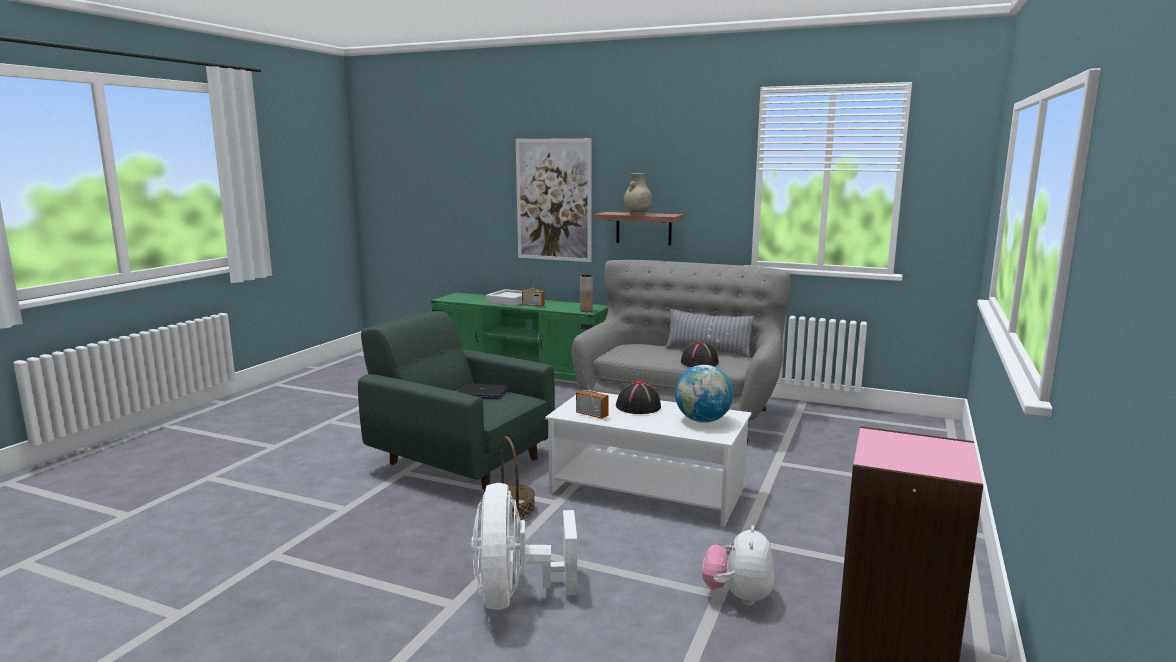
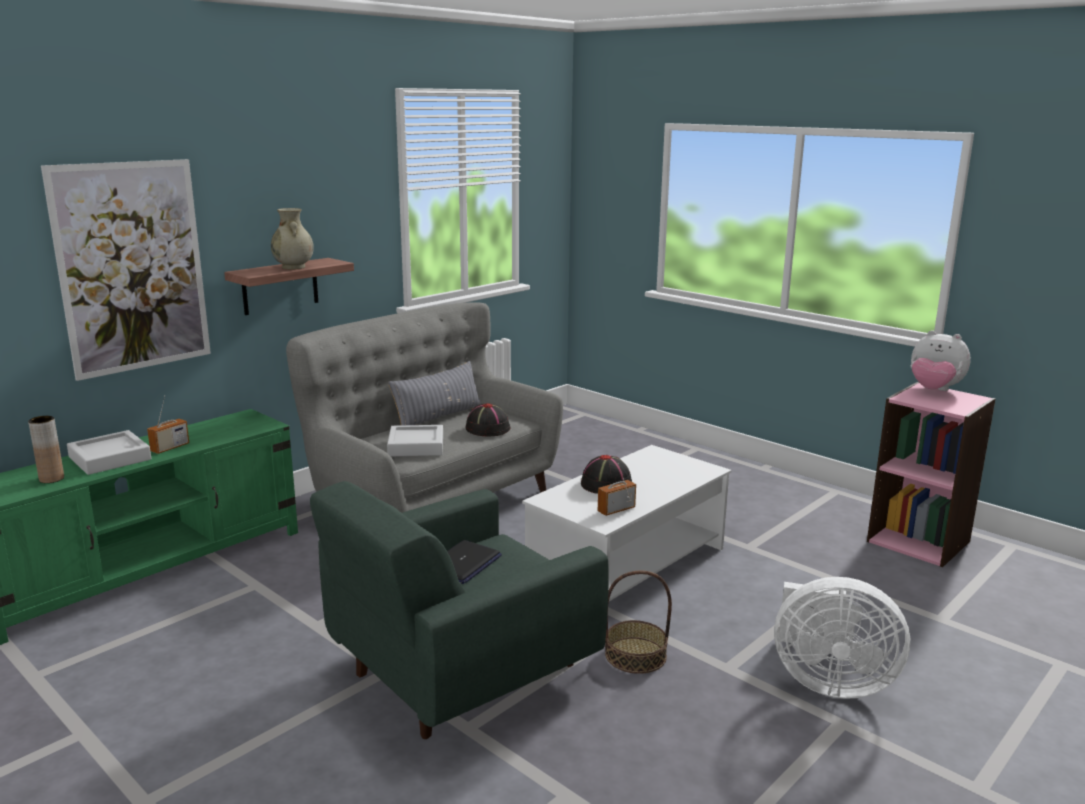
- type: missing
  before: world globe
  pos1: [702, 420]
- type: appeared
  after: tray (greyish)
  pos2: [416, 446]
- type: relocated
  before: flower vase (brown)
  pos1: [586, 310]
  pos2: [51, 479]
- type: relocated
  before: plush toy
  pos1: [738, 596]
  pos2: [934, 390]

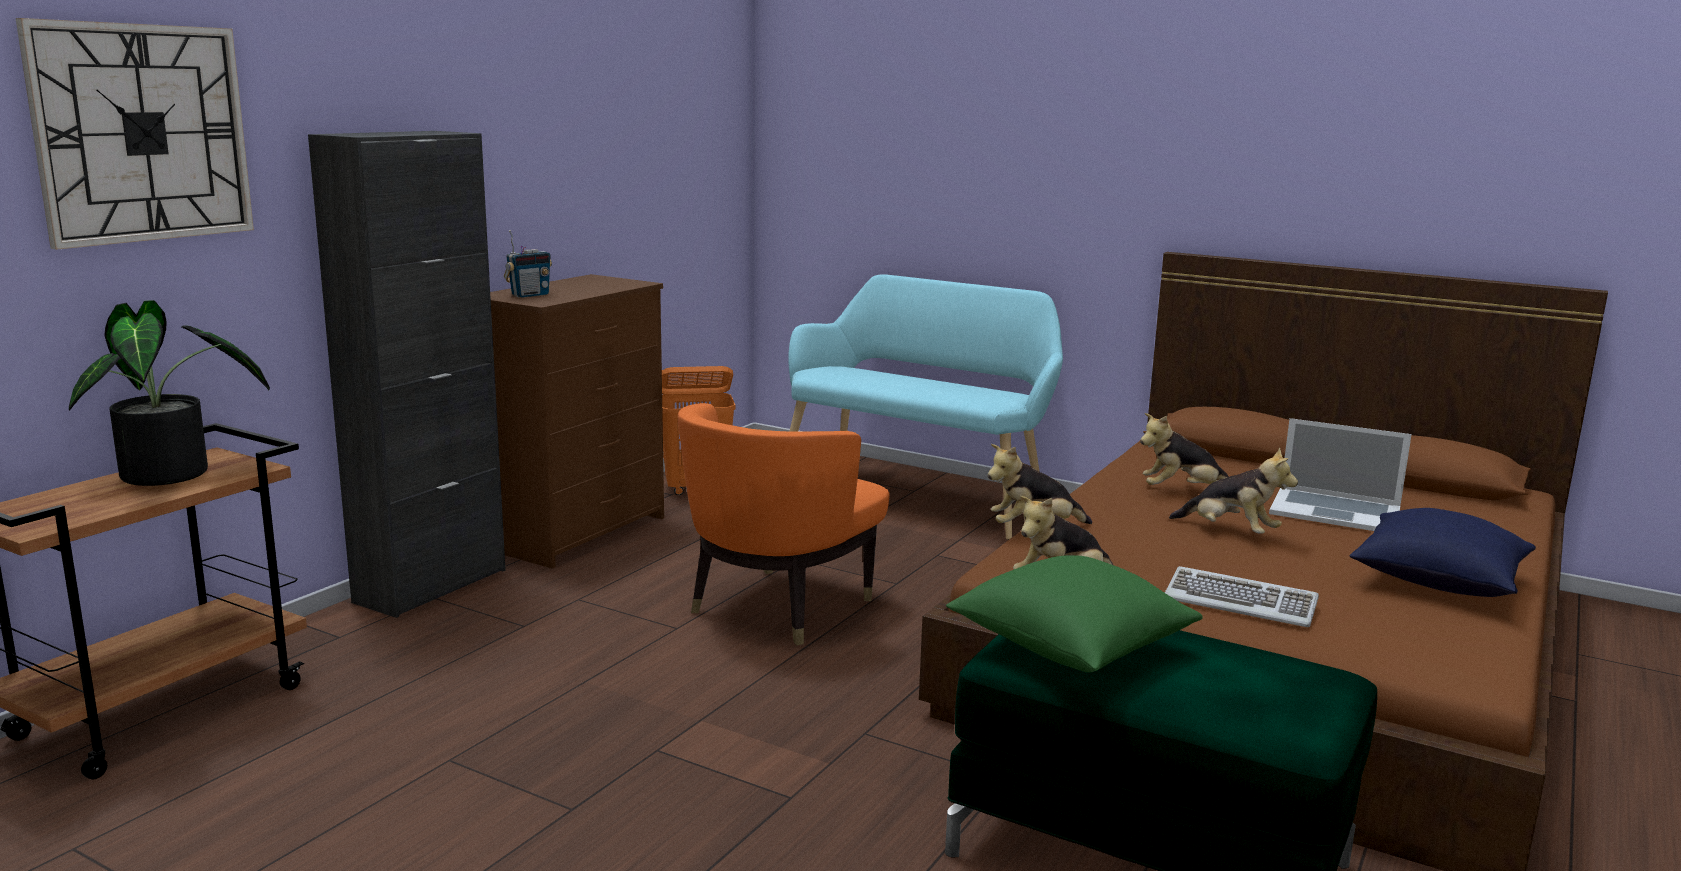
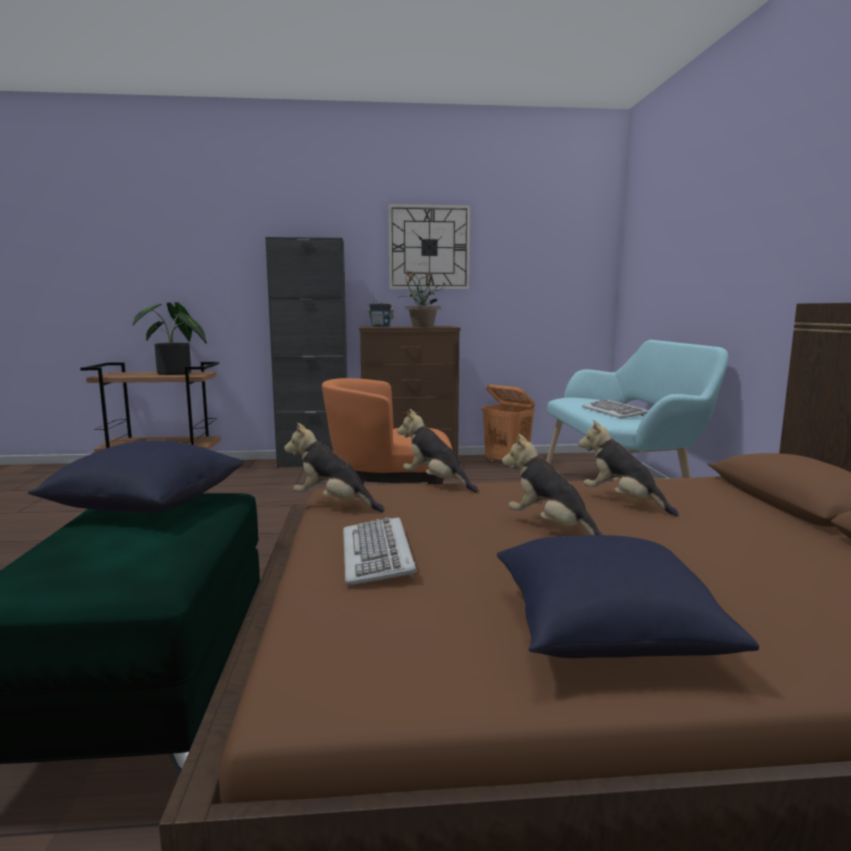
- type: missing
  before: laptop
  pos1: [1335, 511]
- type: appeared
  after: houseplant
  pos2: [422, 326]
- type: appeared
  after: keyboard
  pos2: [615, 412]
- type: relocated
  before: wall clock
  pos1: [142, 133]
  pos2: [429, 247]
- type: colour
  before: pillow (greenish)
  after: pillow (bluish)
  pos1: [1070, 647]
  pos2: [147, 505]
- type: spun
  before: plush toy
  pos1: [1230, 532]
  pos2: [551, 528]
  turn: 135

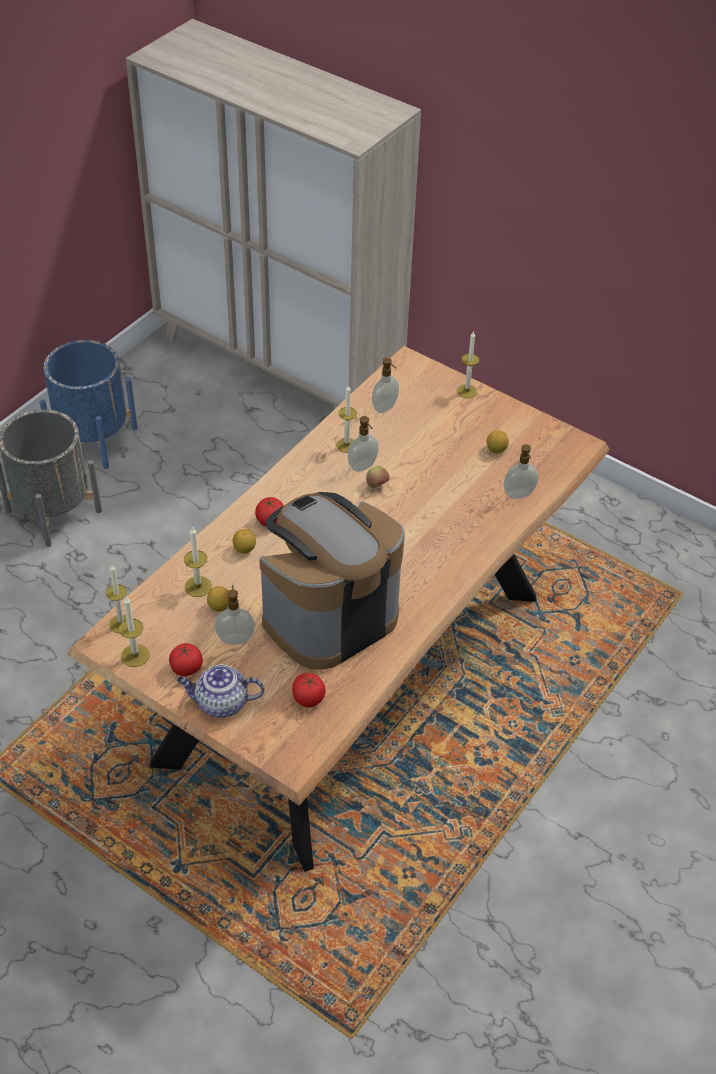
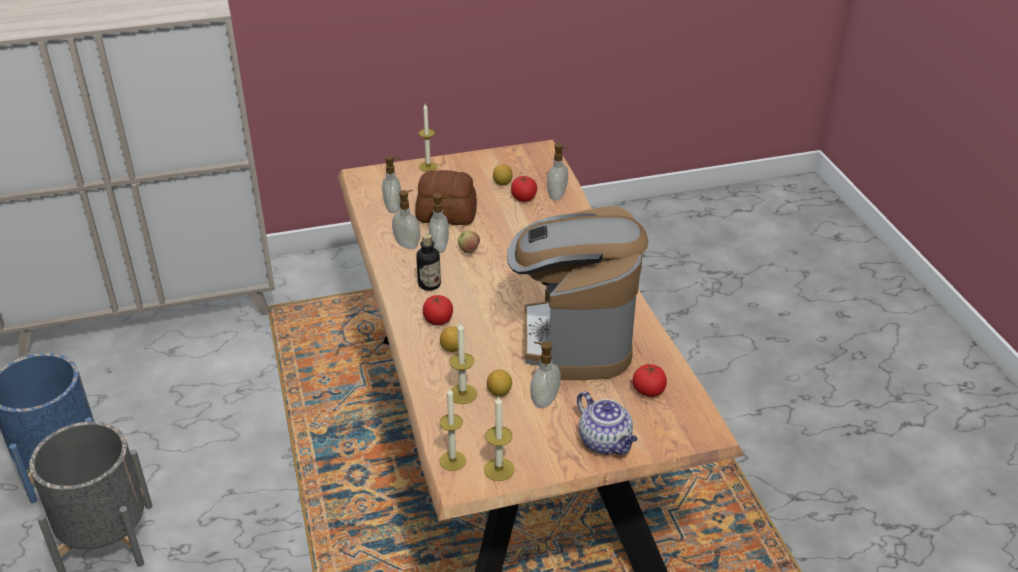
- type: appeared
  after: baked bread
  pos2: [446, 214]
- type: appeared
  after: drink bottle
  pos2: [429, 284]
- type: relocated
  before: tomato
  pos1: [186, 668]
  pos2: [523, 198]
- type: exchanged
  before: wax candle
  after: liquid soap bottle
  pos1: [346, 445]
  pos2: [407, 244]
- type: spun
  before: teapot
  pos1: [221, 703]
  pos2: [606, 442]
  turn: -75

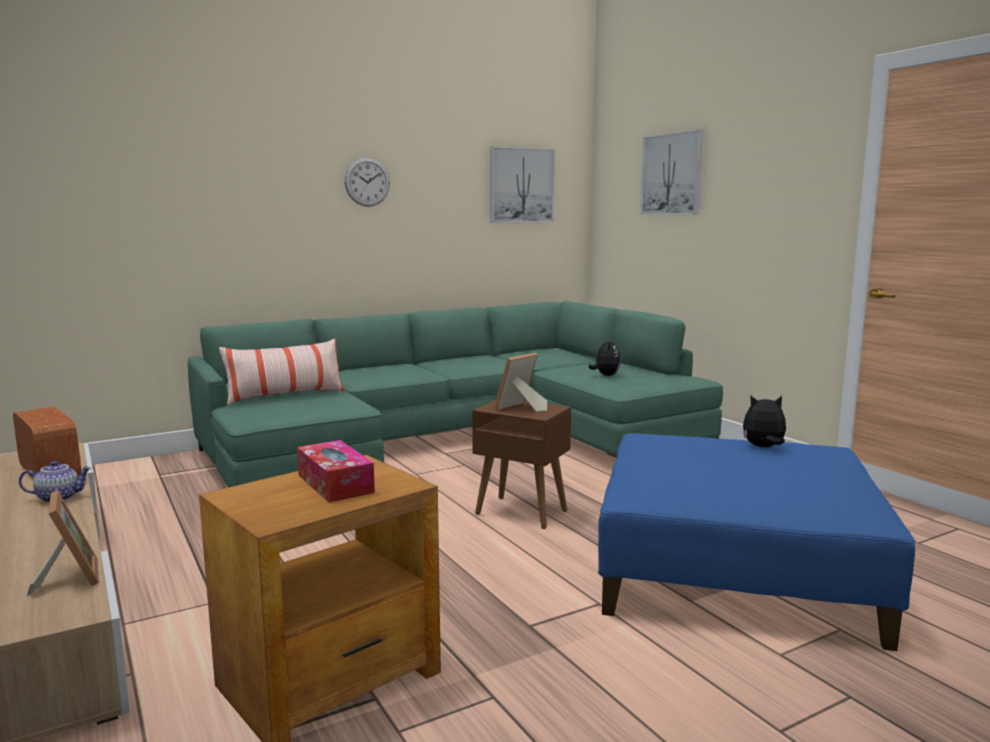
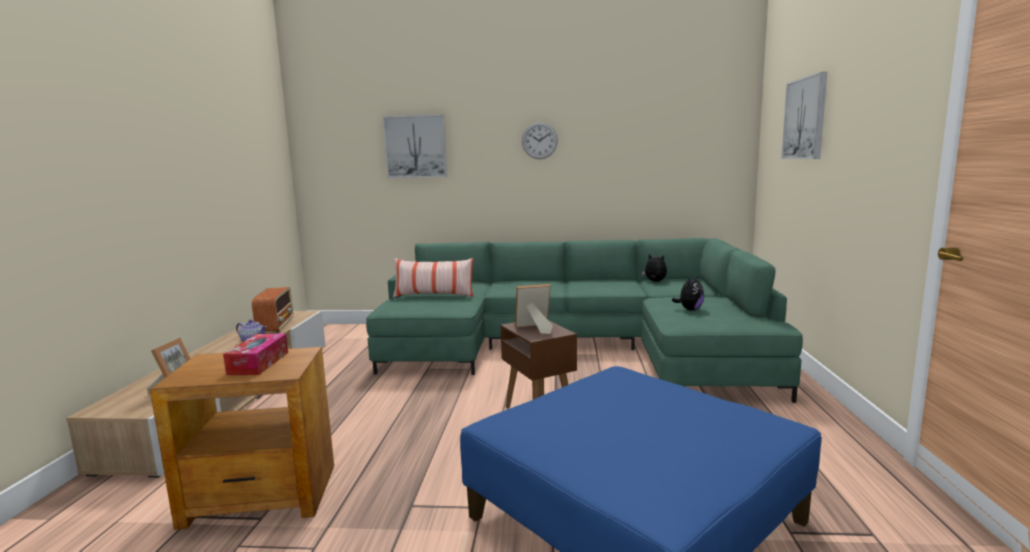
- type: relocated
  before: picture
  pos1: [521, 185]
  pos2: [415, 146]
- type: relocated
  before: plush toy
  pos1: [763, 447]
  pos2: [654, 281]

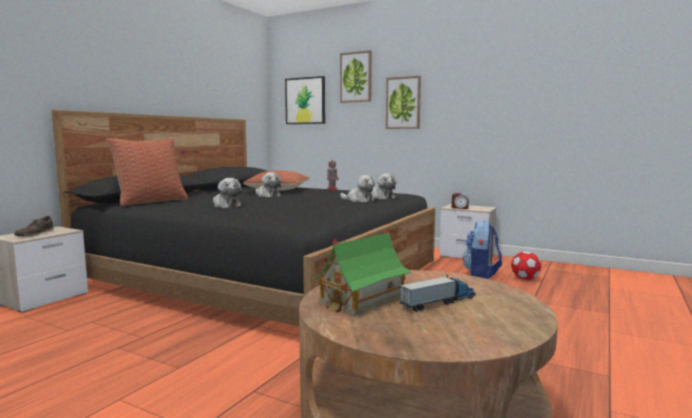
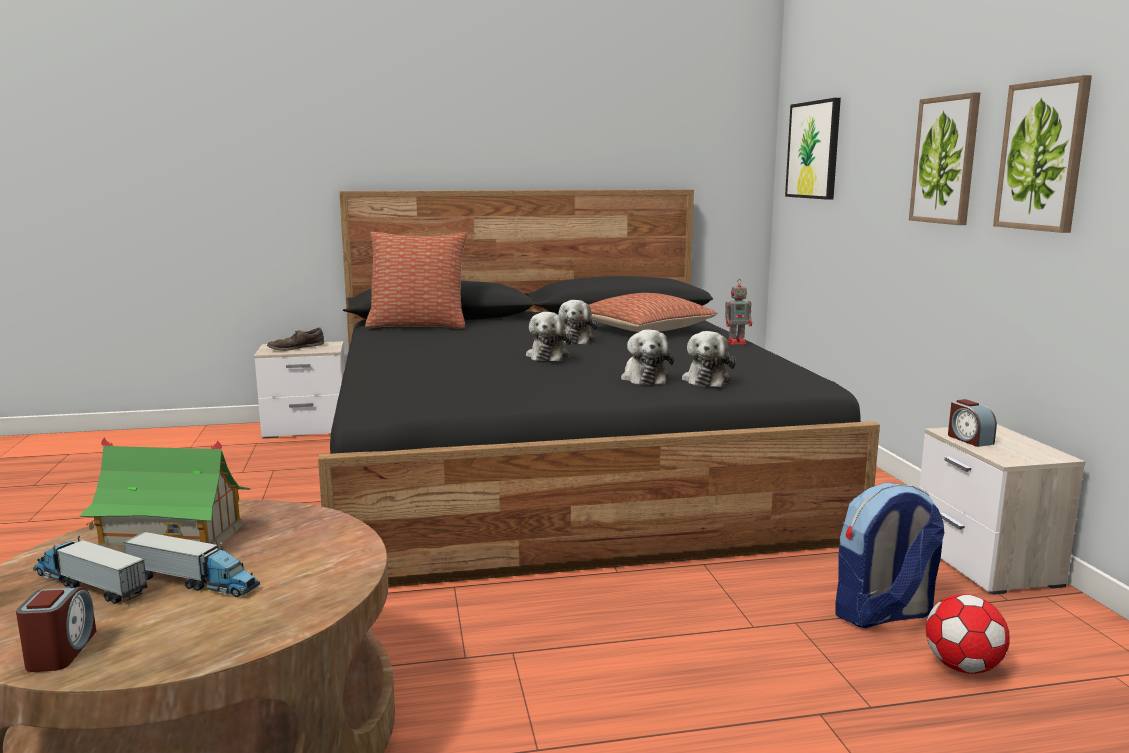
- type: appeared
  after: bedside clock
  pos2: [61, 651]
- type: appeared
  after: model truck
  pos2: [89, 584]
- type: relocated
  before: plush toy
  pos1: [226, 205]
  pos2: [548, 356]
- type: relocated
  before: picture
  pos1: [356, 77]
  pos2: [1042, 156]

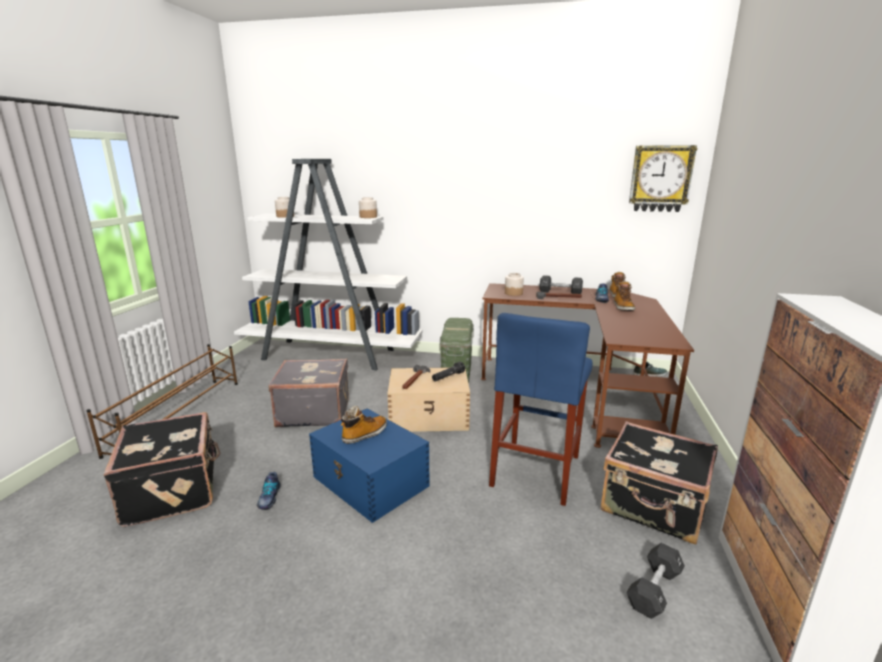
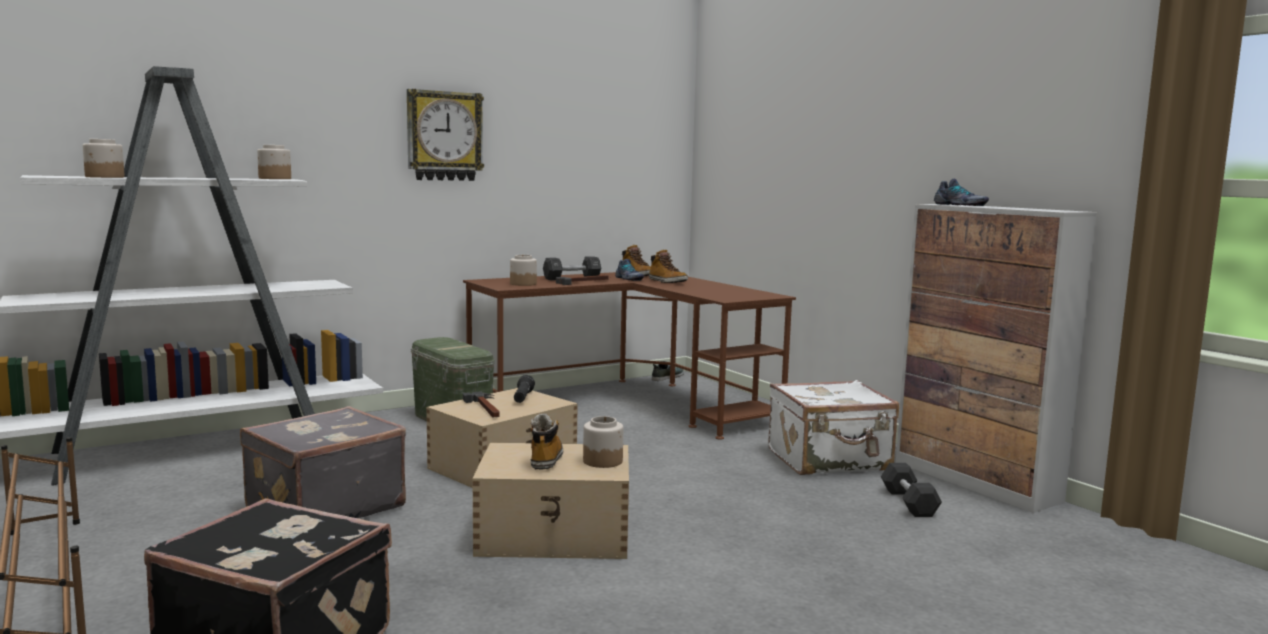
- type: missing
  before: stool (bluish)
  pos1: [536, 470]
- type: appeared
  after: jar
  pos2: [602, 461]
- type: relocated
  before: low shoe
  pos1: [269, 498]
  pos2: [960, 205]
- type: relocated
  before: wall clock
  pos1: [660, 179]
  pos2: [444, 136]
- type: colour
  before: storage bin (bluish)
  after: storage bin (beige)
  pos1: [371, 482]
  pos2: [556, 534]
- type: colour
  before: travel case (blackish)
  after: travel case (white-coloured)
  pos1: [653, 507]
  pos2: [830, 461]

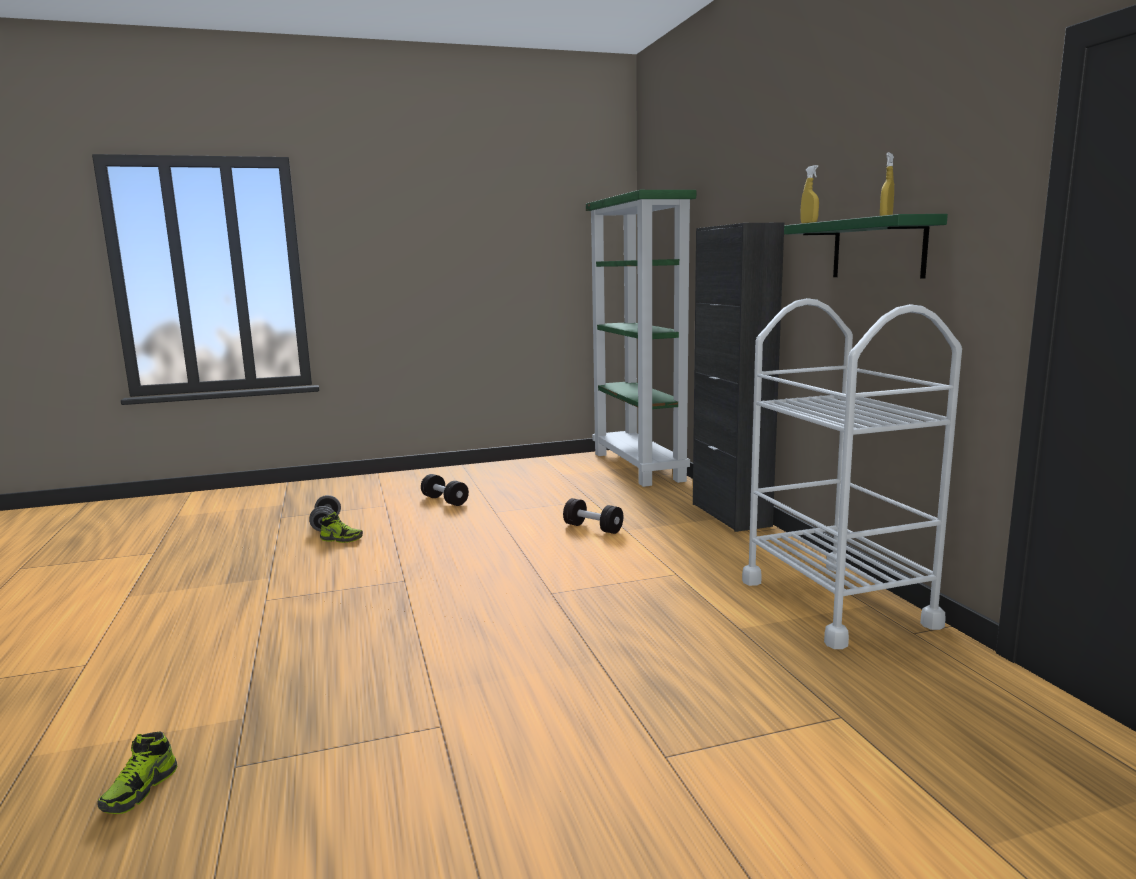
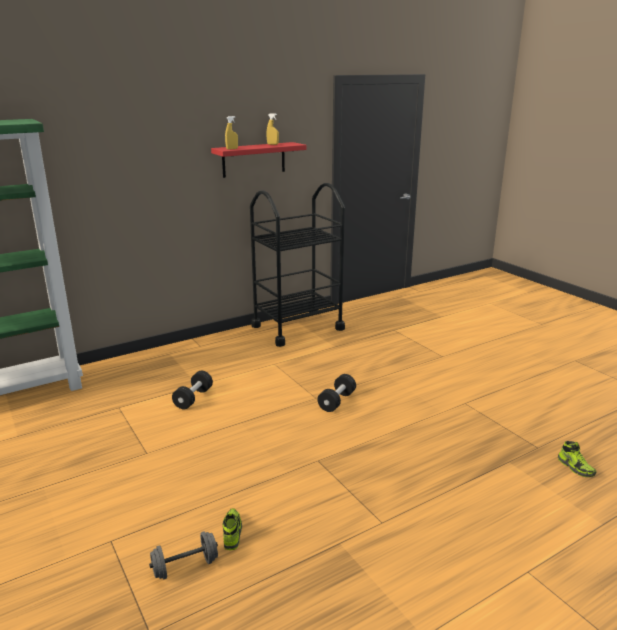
- type: missing
  before: cupboard (blackish)
  pos1: [730, 515]
- type: relocated
  before: dumbbell (blackish)
  pos1: [445, 500]
  pos2: [337, 401]
- type: colour
  before: wheeled cart (white-coloured)
  after: wheeled cart (blackish)
  pos1: [836, 602]
  pos2: [297, 327]
- type: colour
  before: shelf (greenish)
  after: shelf (reddish)
  pos1: [878, 249]
  pos2: [254, 159]
- type: spun
  before: low shoe
  pos1: [140, 790]
  pos2: [575, 467]
  turn: 60

